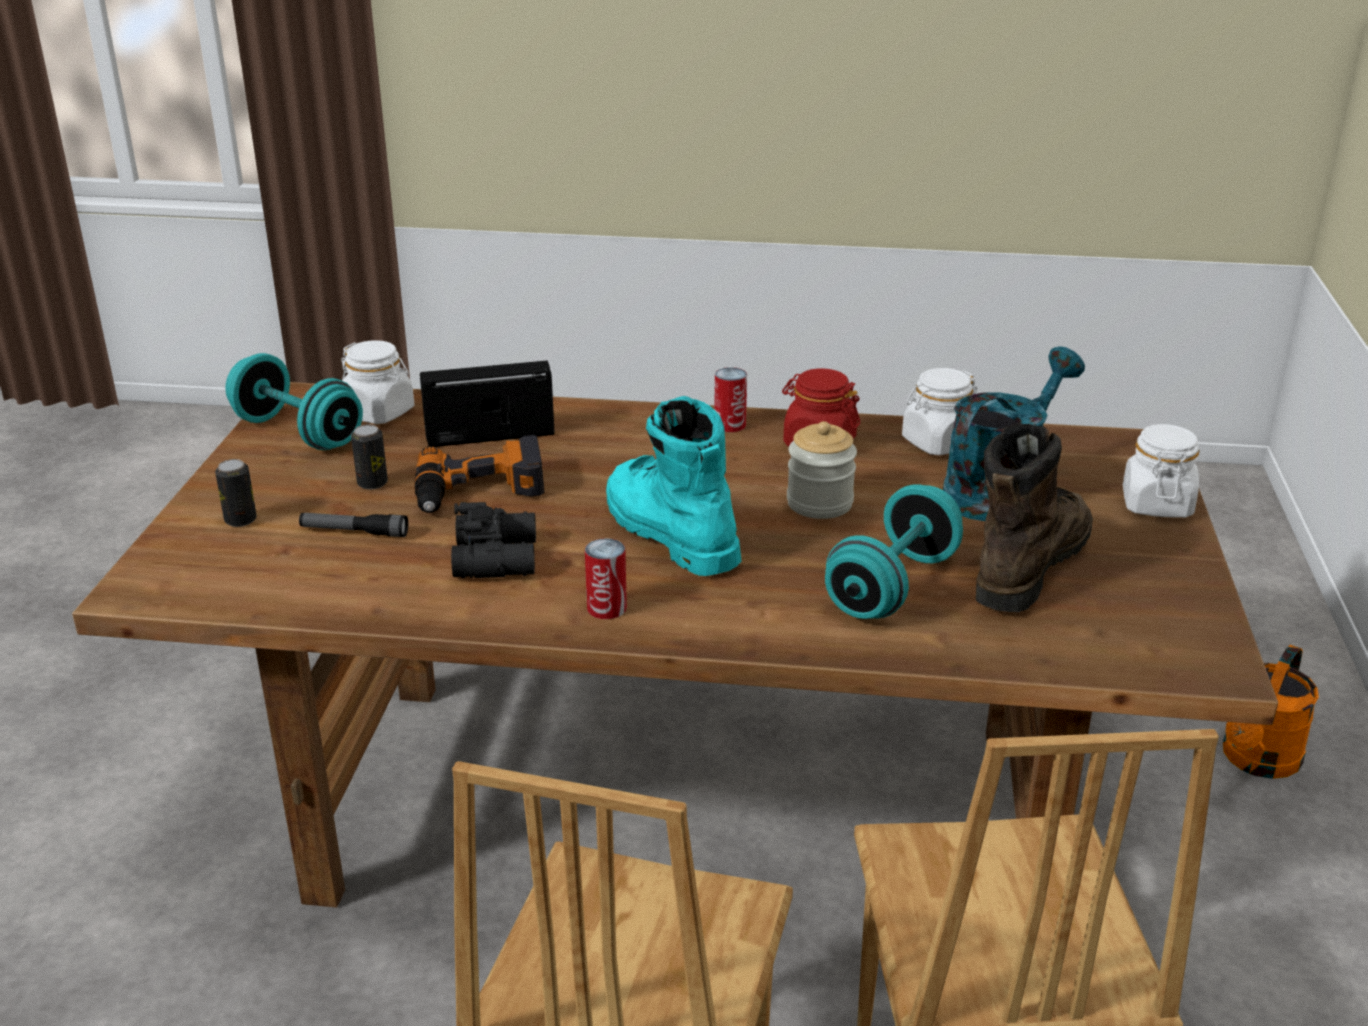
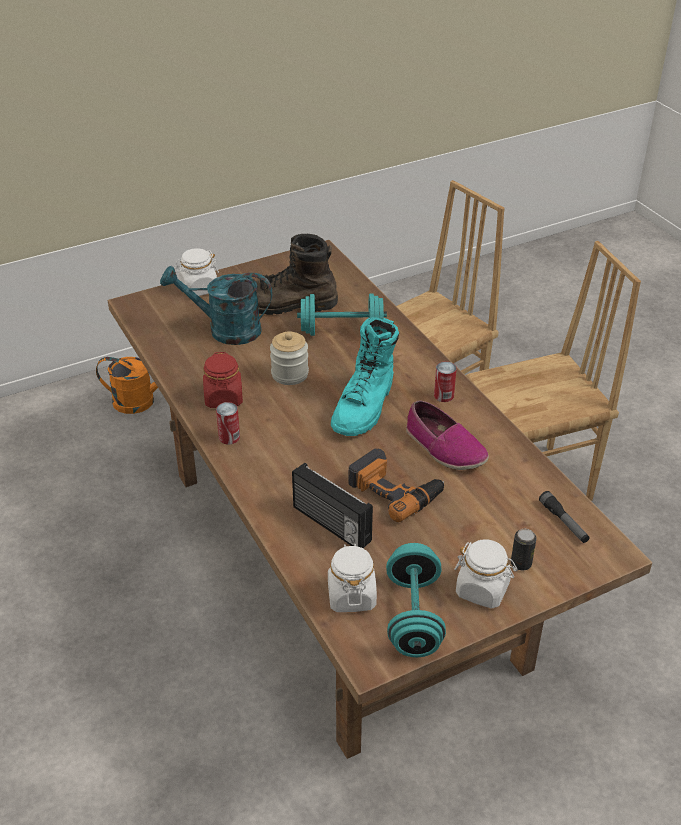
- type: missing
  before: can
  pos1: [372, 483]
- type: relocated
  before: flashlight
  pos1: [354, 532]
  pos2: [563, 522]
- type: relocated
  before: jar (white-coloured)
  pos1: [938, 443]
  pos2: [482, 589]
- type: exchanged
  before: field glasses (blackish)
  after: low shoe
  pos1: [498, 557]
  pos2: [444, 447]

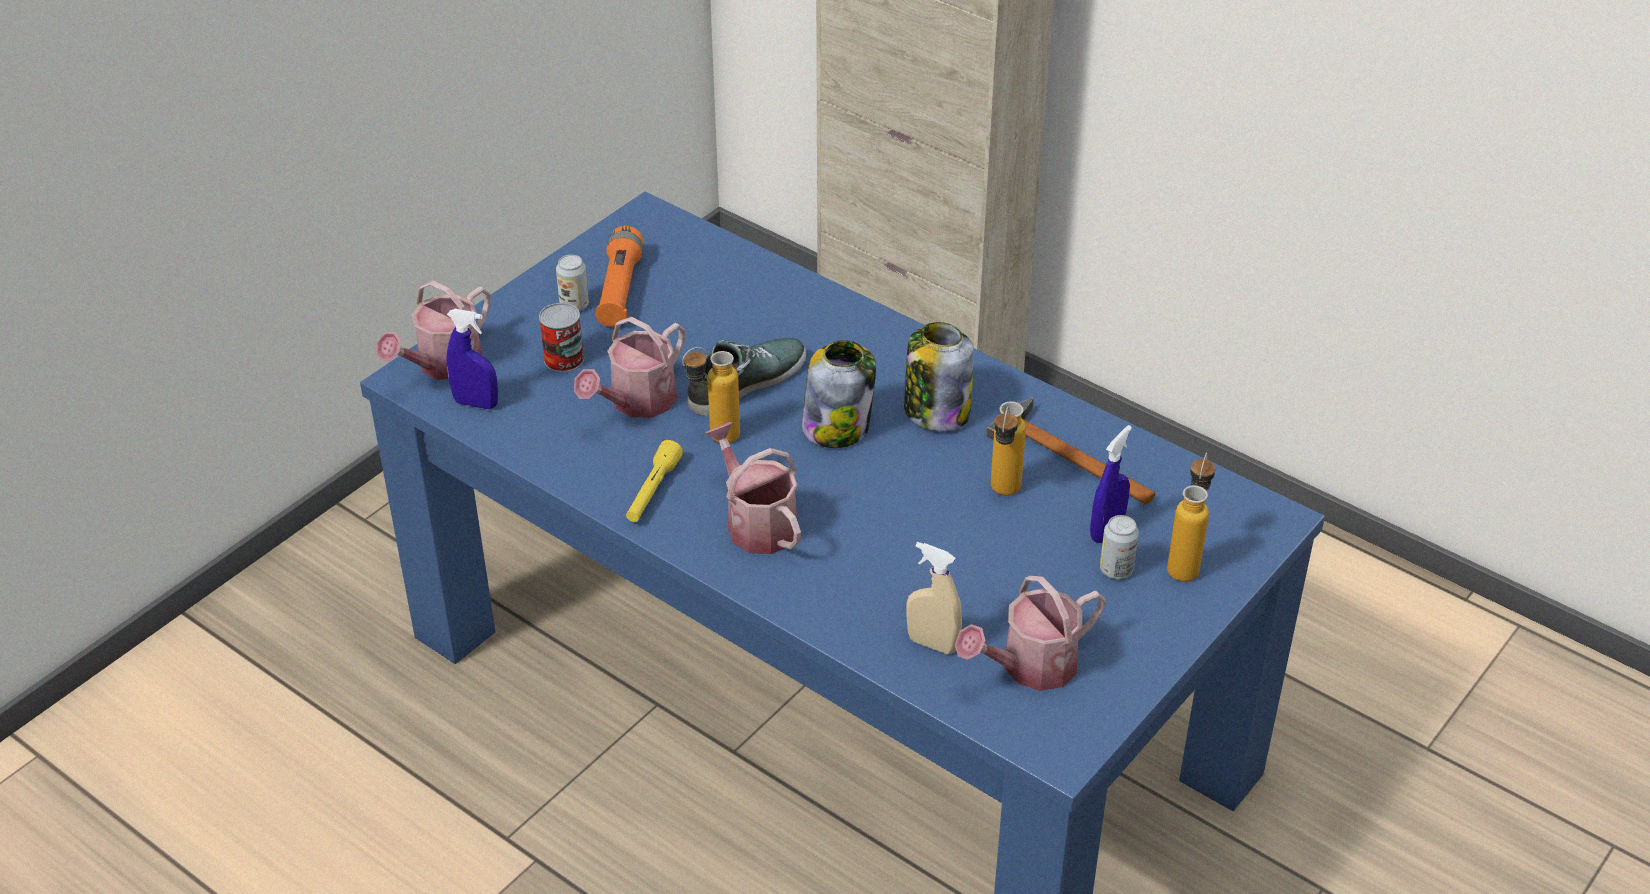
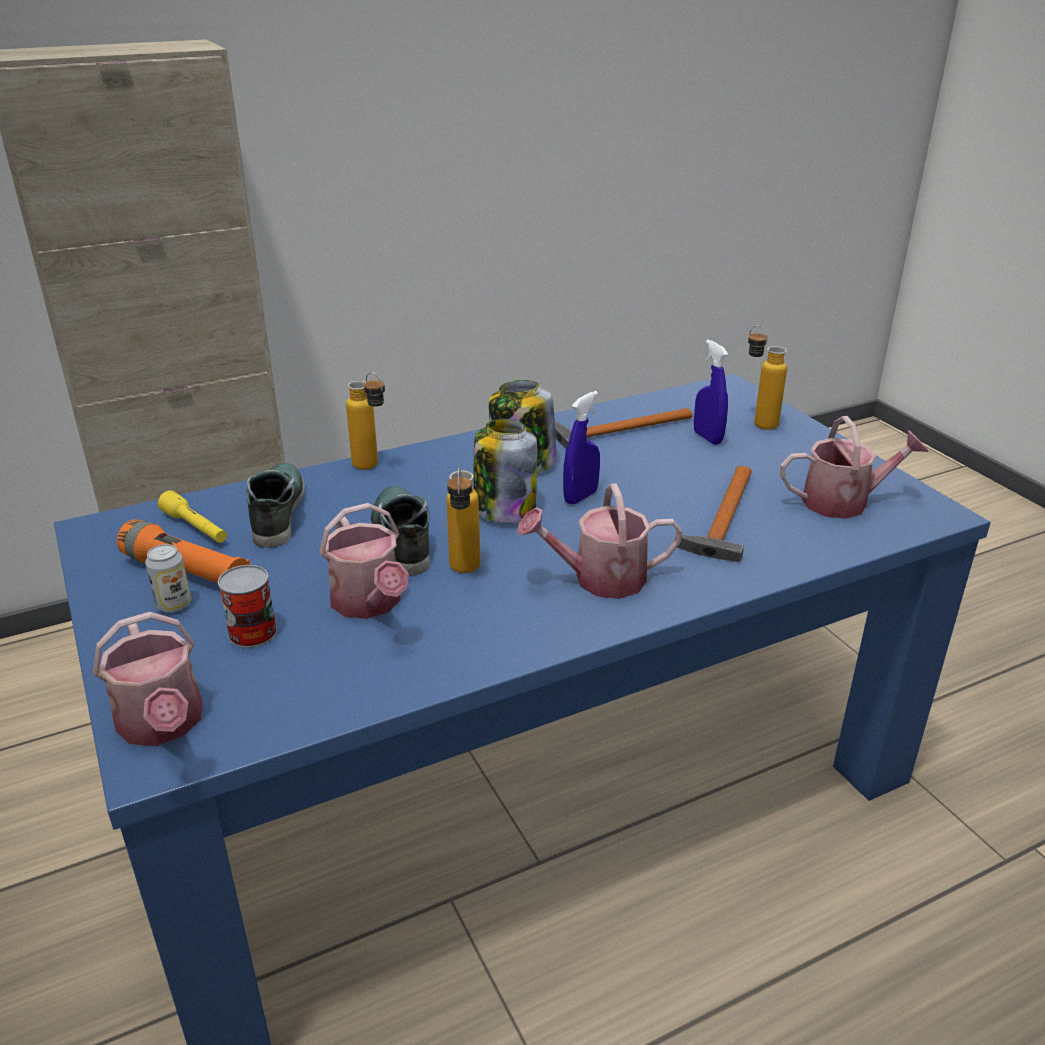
- type: missing
  before: hand sprayer (beige)
  pos1: [932, 644]
- type: missing
  before: can
  pos1: [1116, 570]
- type: appeared
  after: low shoe
  pos2: [276, 511]
- type: appeared
  after: tool hammer
  pos2: [723, 518]
- type: relocated
  before: hand sprayer (bluish)
  pos1: [476, 403]
  pos2: [580, 497]
- type: relocated
  before: flashlight (yellowish)
  pos1: [653, 491]
  pos2: [196, 528]
- type: relocated
  before: drink bottle
  pos1: [1003, 495]
  pos2: [372, 468]
- type: spun
  before: sprinkling can
  pos1: [1030, 667]
  pos2: [844, 501]
  turn: -90

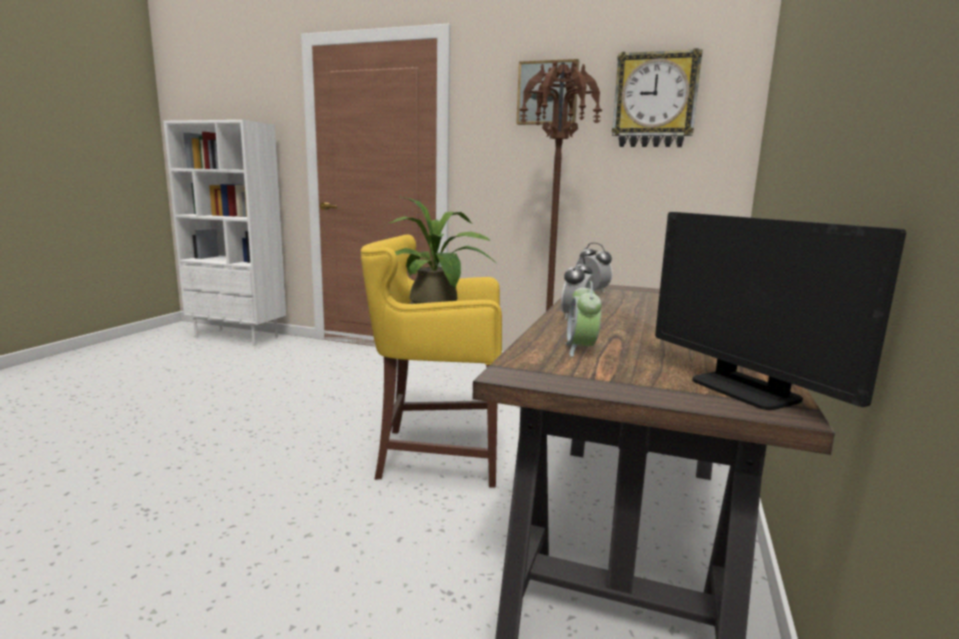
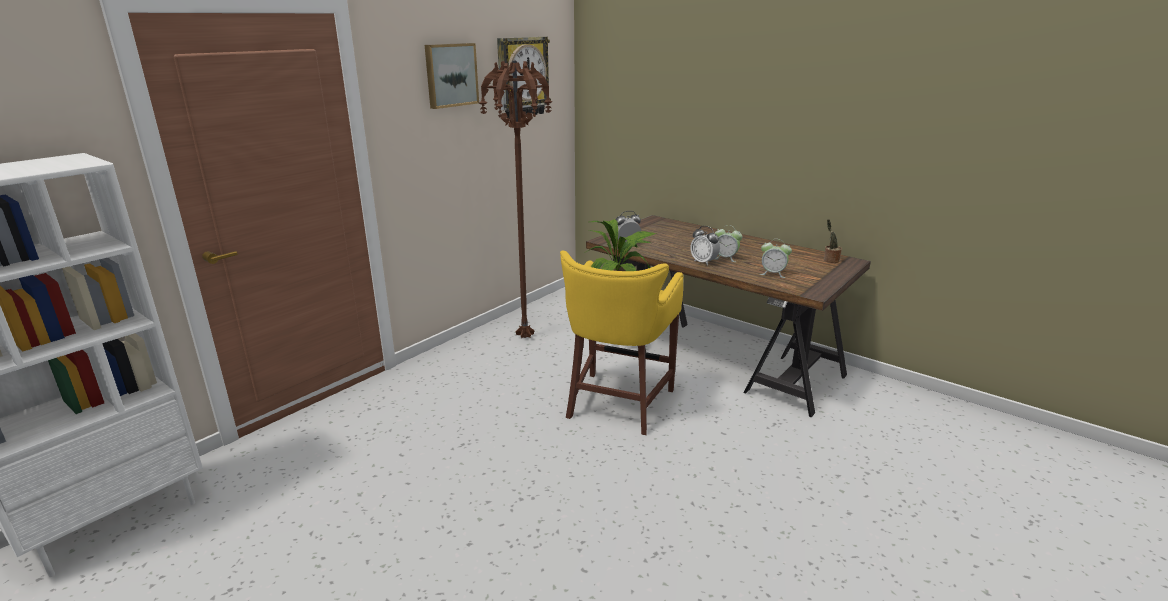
- type: appeared
  after: bedside clock
  pos2: [725, 258]
- type: exchanged
  before: computer screen
  after: houseplant
  pos1: [745, 390]
  pos2: [830, 260]

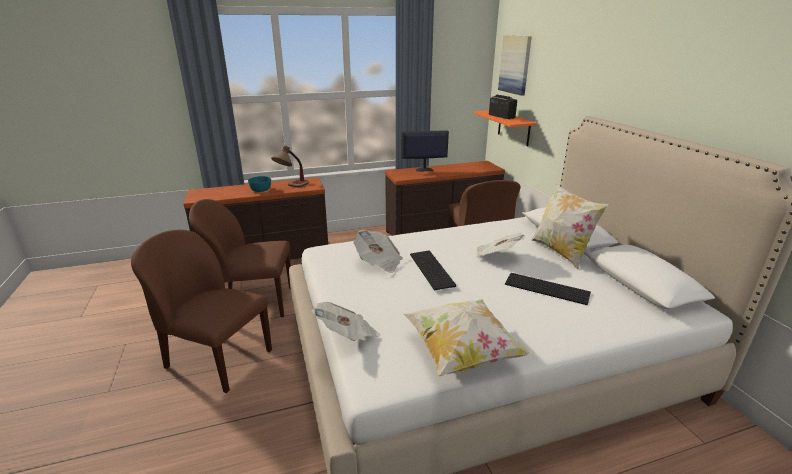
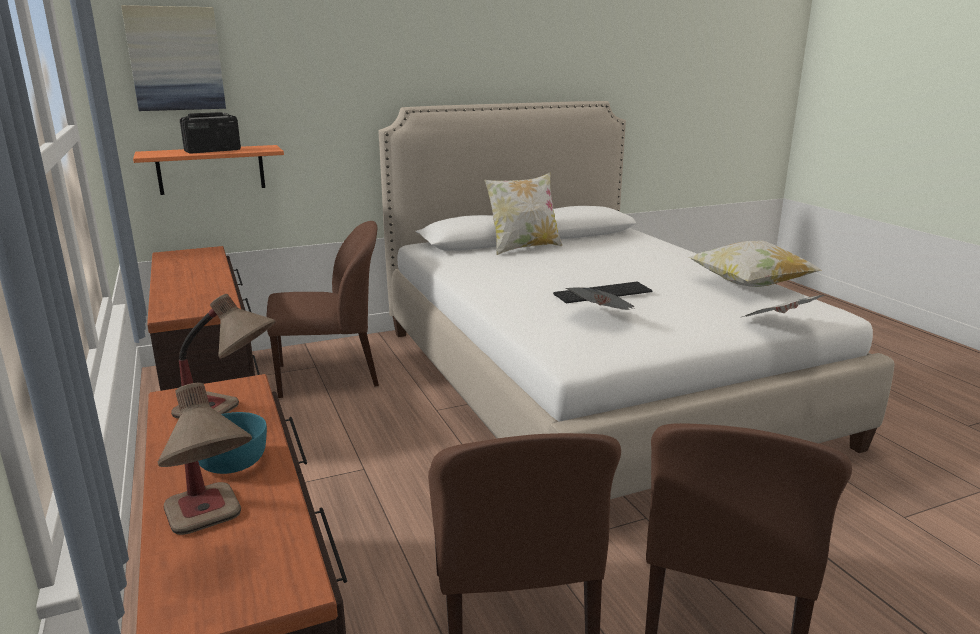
- type: missing
  before: computer screen
  pos1: [423, 169]
- type: missing
  before: daily paper
  pos1: [497, 255]
- type: missing
  before: keyboard
  pos1: [548, 288]
- type: appeared
  after: table lamp
  pos2: [213, 531]

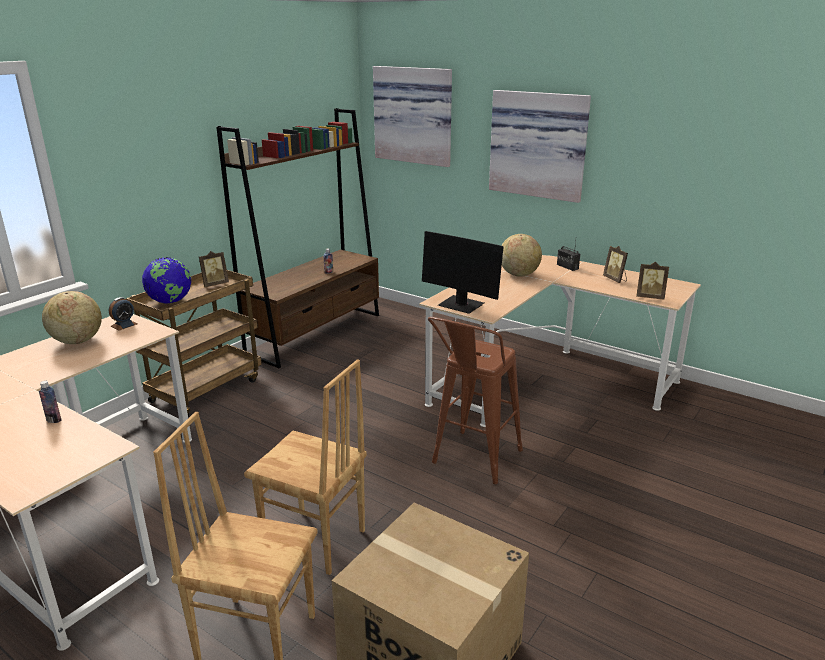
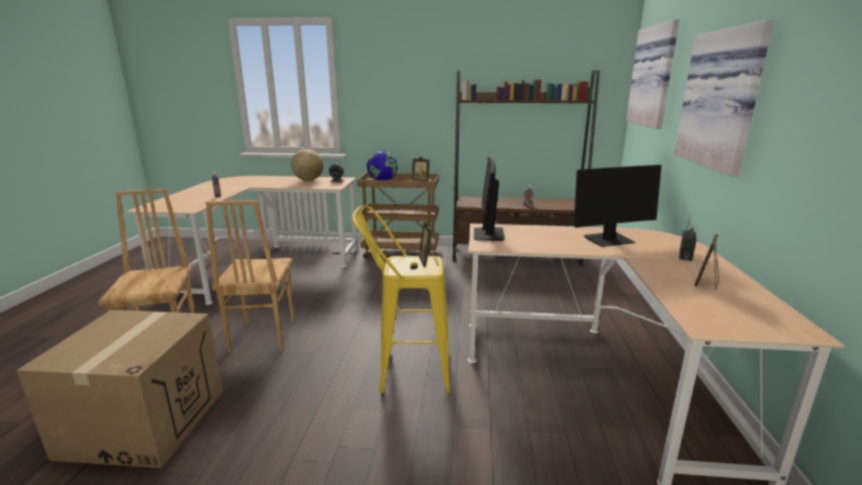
- type: relocated
  before: photo frame
  pos1: [650, 297]
  pos2: [428, 262]
- type: exchanged
  before: world globe
  after: computer screen
  pos1: [518, 275]
  pos2: [608, 240]
- type: colour
  before: stool (brown)
  after: stool (yellowish)
  pos1: [472, 462]
  pos2: [406, 371]

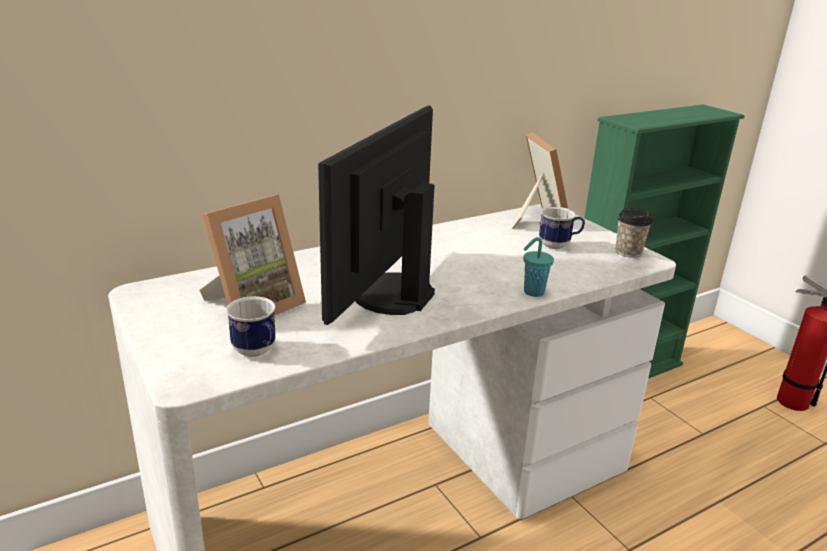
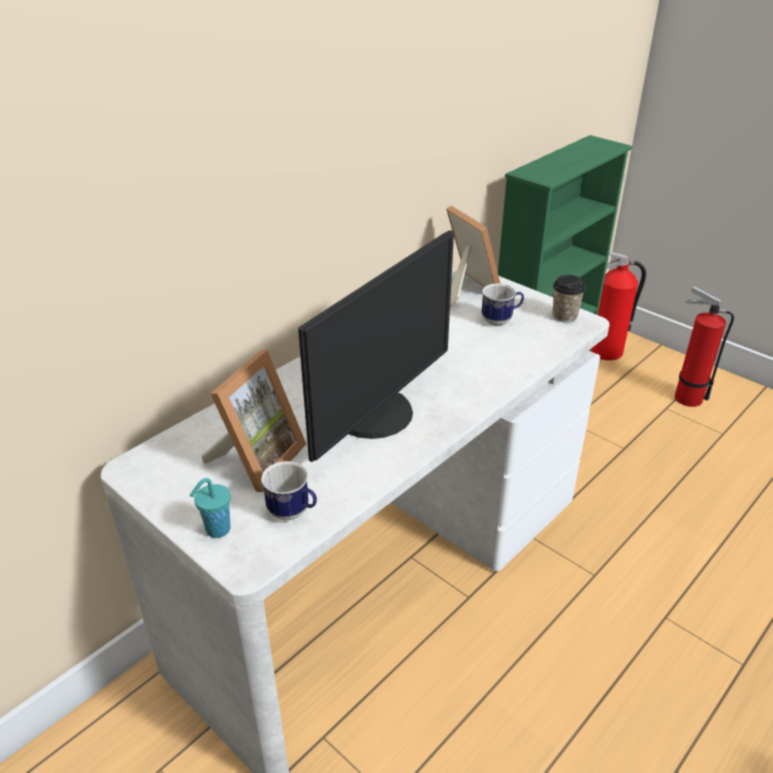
- type: appeared
  after: fire extinguisher
  pos2: [606, 352]
- type: relocated
  before: drinking cup (blue-green)
  pos1: [532, 292]
  pos2: [216, 530]
- type: spun
  before: computer screen
  pos1: [389, 293]
  pos2: [376, 414]
  turn: -150

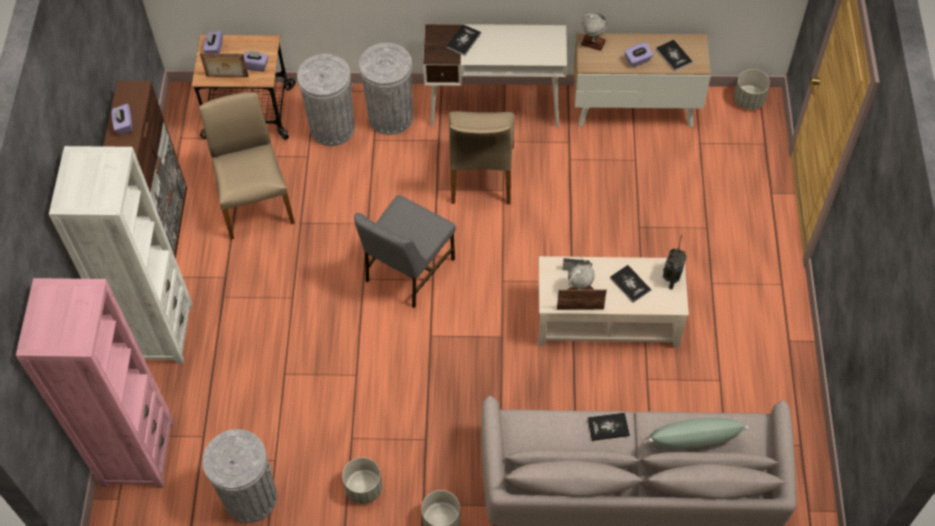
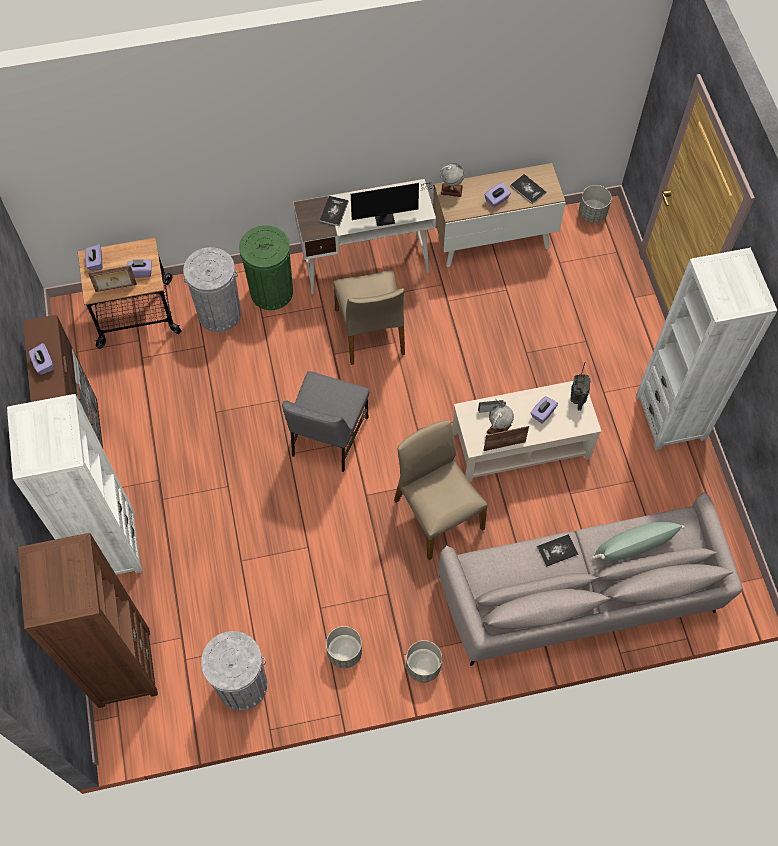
- type: appeared
  after: computer screen
  pos2: [388, 217]
- type: appeared
  after: bookcase (white-coloured)
  pos2: [671, 417]
- type: relocated
  before: upright chair (beige)
  pos1: [255, 201]
  pos2: [437, 514]
- type: exchanged
  before: volume
  after: tissue box (purple)
  pos1: [630, 284]
  pos2: [542, 413]
- type: colour
  before: bookcase (pink)
  after: bookcase (brown)
  pos1: [137, 453]
  pos2: [123, 667]
- type: colour
  before: waste bin (greyish)
  after: waste bin (greenish)
  pos1: [391, 117]
  pos2: [271, 292]

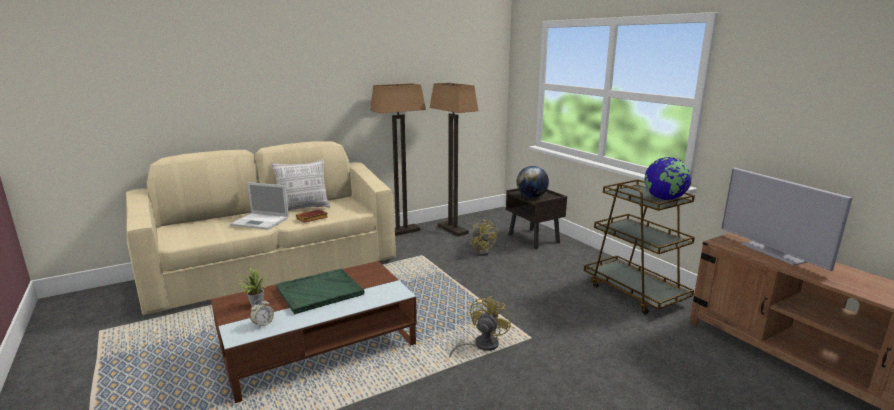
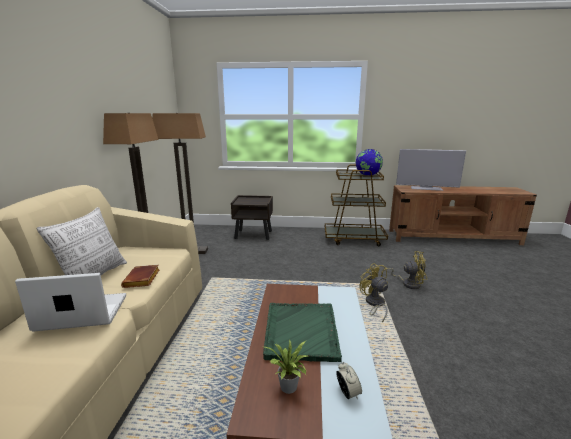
- type: missing
  before: world globe
  pos1: [531, 197]
- type: relocated
  before: electric fan (yellowish)
  pos1: [482, 251]
  pos2: [408, 283]
- type: spun
  before: laptop
  pos1: [261, 221]
  pos2: [81, 313]
  turn: -150

